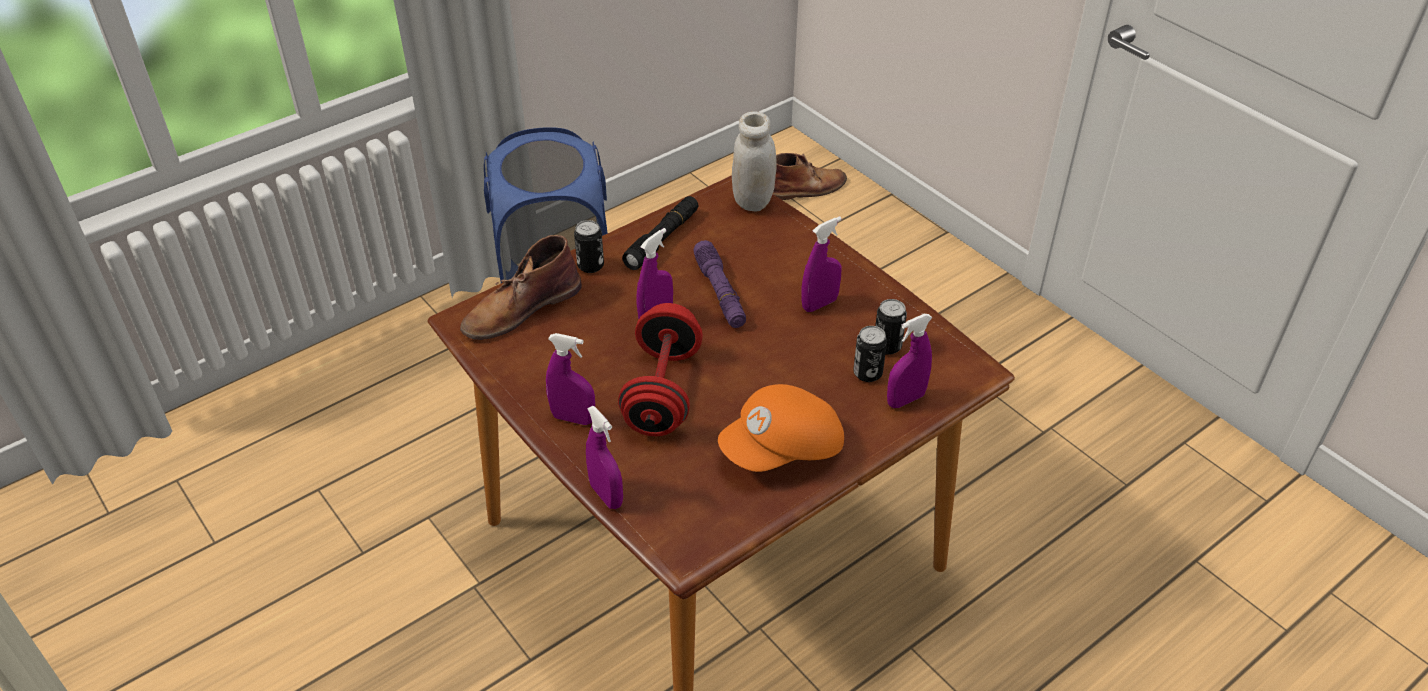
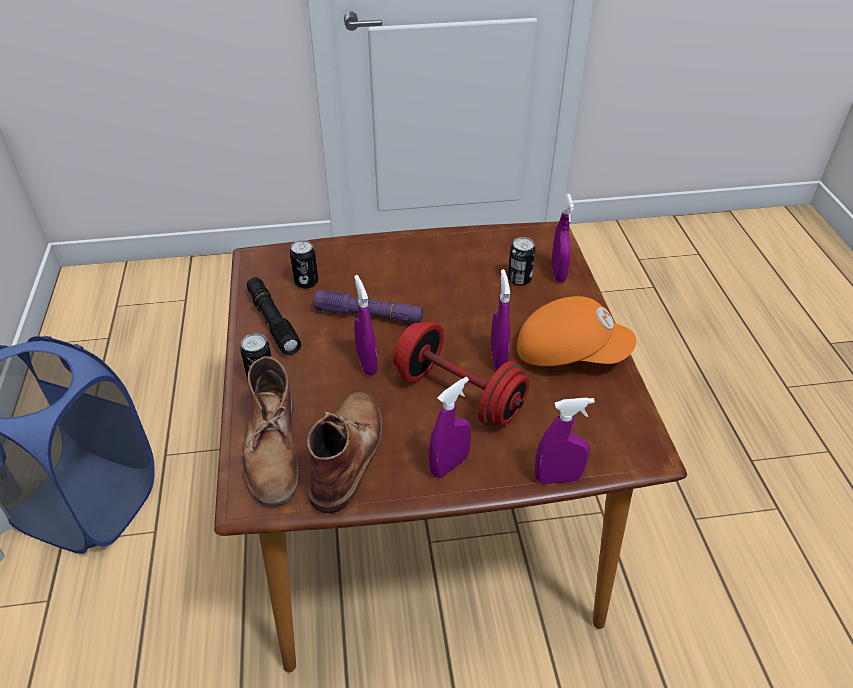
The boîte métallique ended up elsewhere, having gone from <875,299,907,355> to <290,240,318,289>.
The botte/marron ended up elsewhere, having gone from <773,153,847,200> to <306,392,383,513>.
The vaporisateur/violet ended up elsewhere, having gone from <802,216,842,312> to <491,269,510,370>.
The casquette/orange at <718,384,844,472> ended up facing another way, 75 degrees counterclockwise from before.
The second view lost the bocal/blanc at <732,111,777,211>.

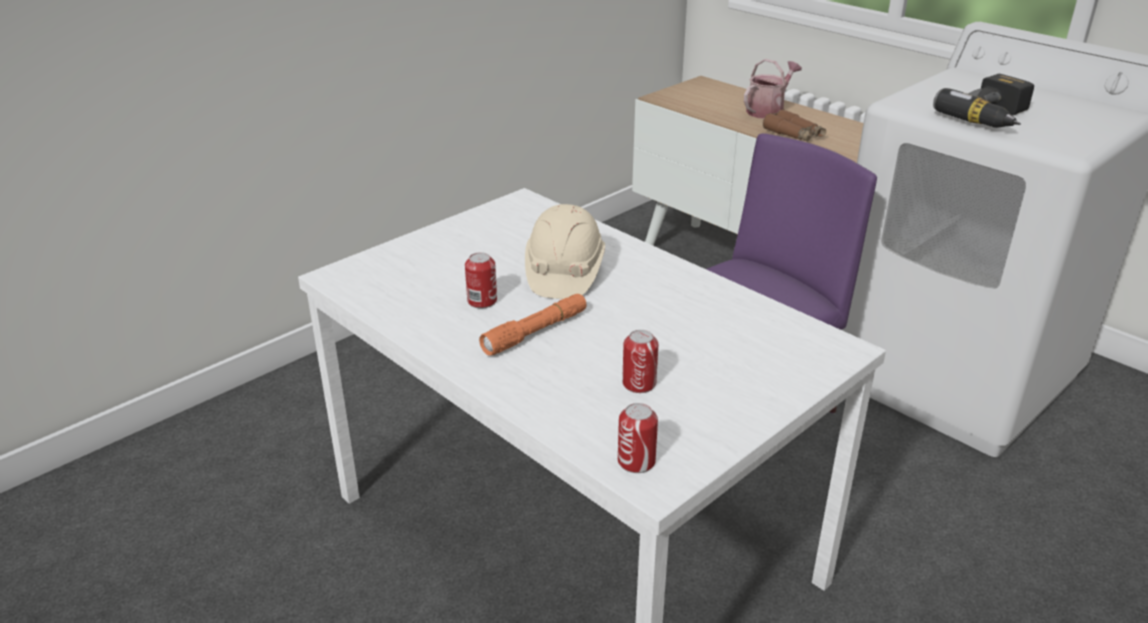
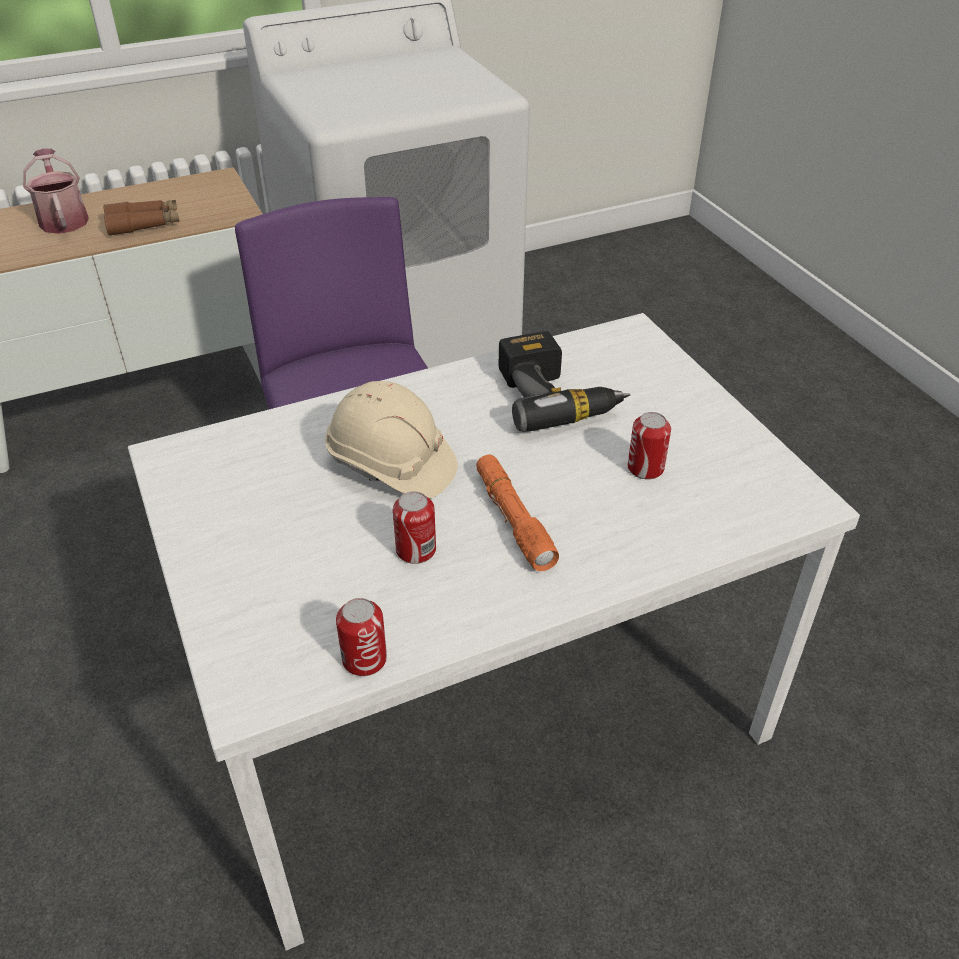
The boîte métallique ended up elsewhere, having gone from <618,403,658,473> to <336,598,387,676>.
The perceuse ended up elsewhere, having gone from <933,74,1034,128> to <499,332,630,432>.

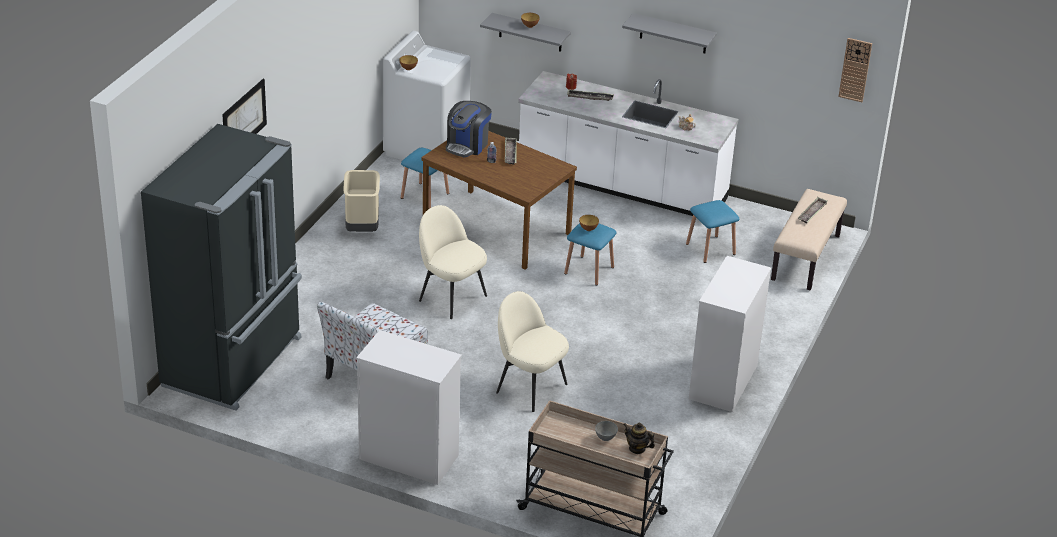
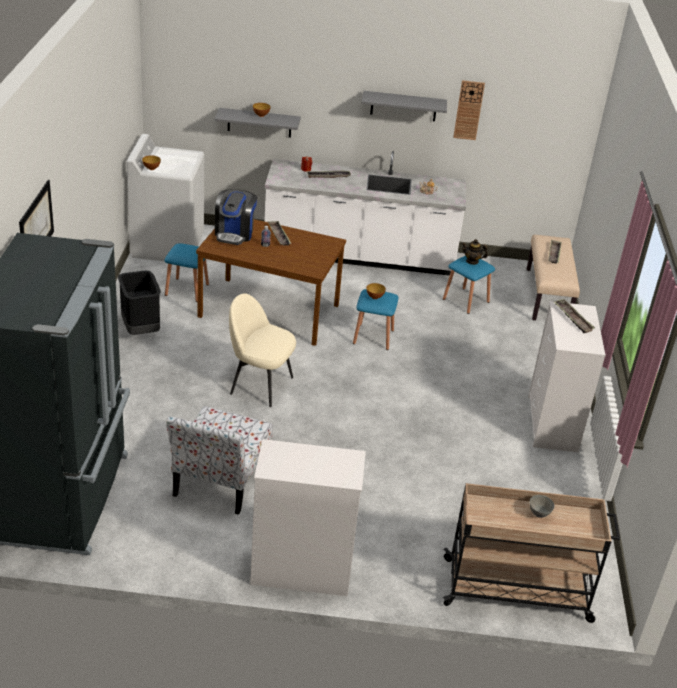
What was the poubelle/beige at <343,170,380,232> turned into the poubelle/noir at <118,270,161,335>.
The horloge murale ended up elsewhere, having gone from <838,38,872,102> to <453,80,485,140>.
The théière ended up elsewhere, having gone from <623,423,655,454> to <462,239,488,265>.
The second view gained the plateau at <554,299,595,333>.
The second view lost the chaise/beige at <496,291,569,412>.

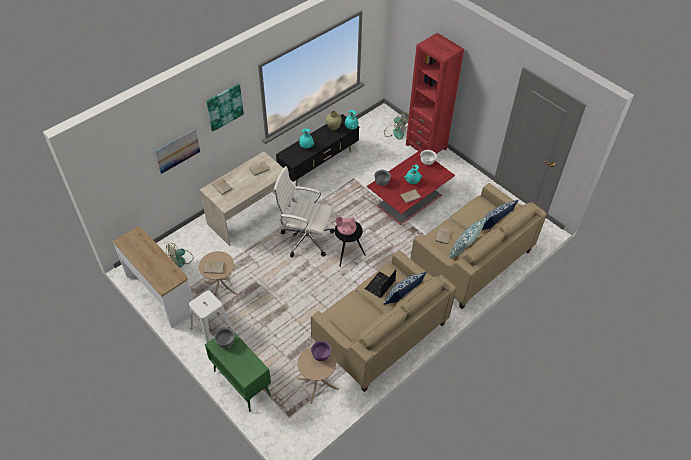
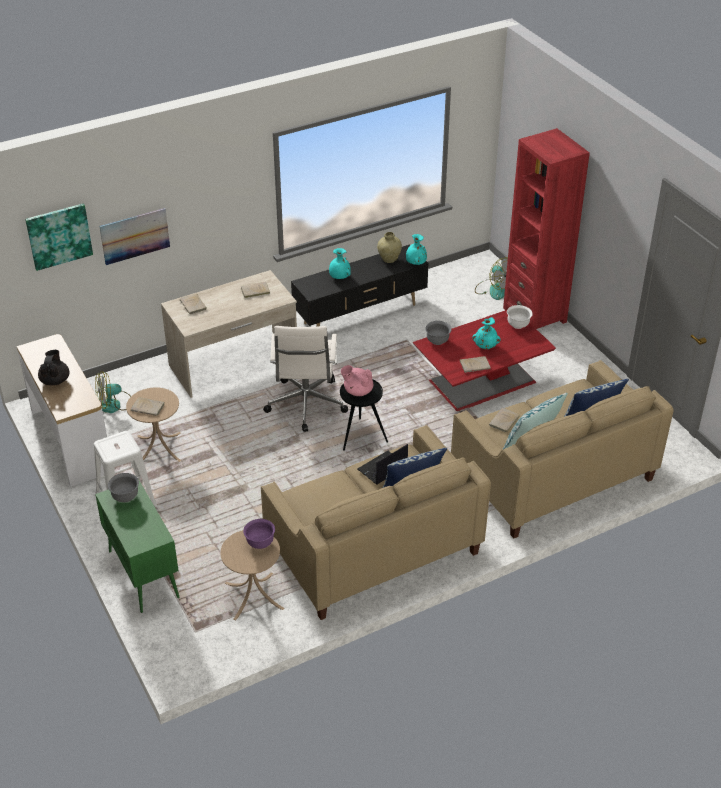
The tableau ended up elsewhere, having gone from <206,84,244,131> to <25,203,93,271>.
The second view gained the théière/noir at <38,350,69,386>.
The chaise de bureau/blanc at <274,166,335,257> ended up facing another way, 120 degrees counterclockwise from before.

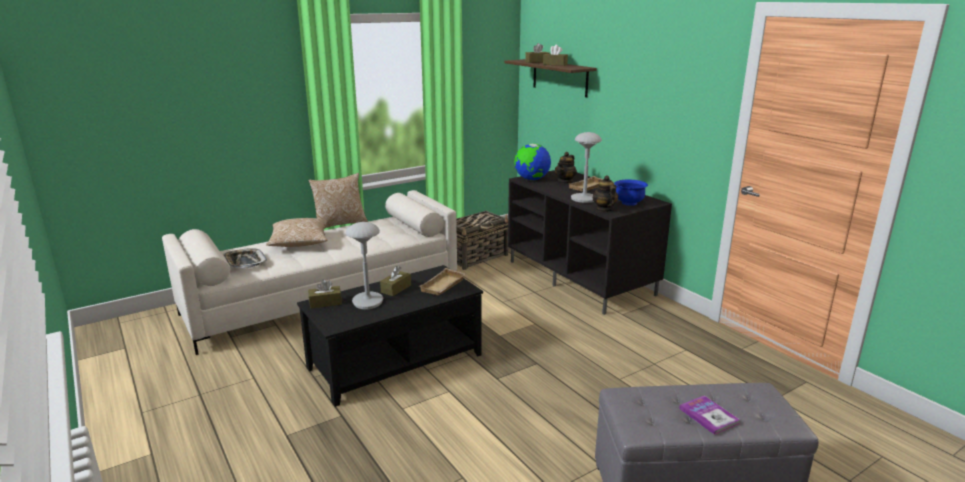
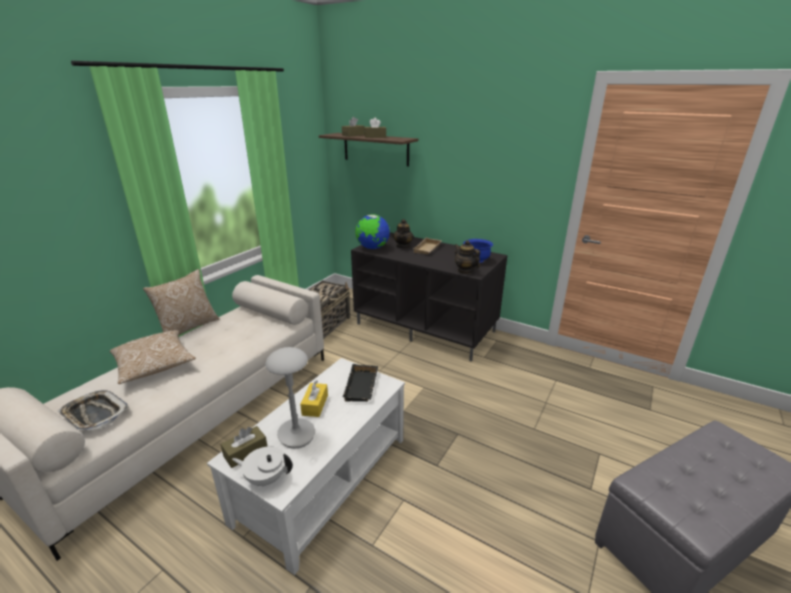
What was the table basse/noir at <297,265,483,407> turned into the table basse/blanc at <207,358,405,575>.
The second view gained the théière/blanc at <232,447,293,487>.
What was the boîte à mouchoirs/marron at <380,266,411,296> turned into the boîte à mouchoirs/jaune at <300,380,328,417>.
What was the plateau/beige at <419,268,466,295> turned into the plateau/noir at <343,364,378,402>.
The second view lost the lampe de table/gris at <571,132,602,203>.
The second view lost the livre at <679,395,740,435>.

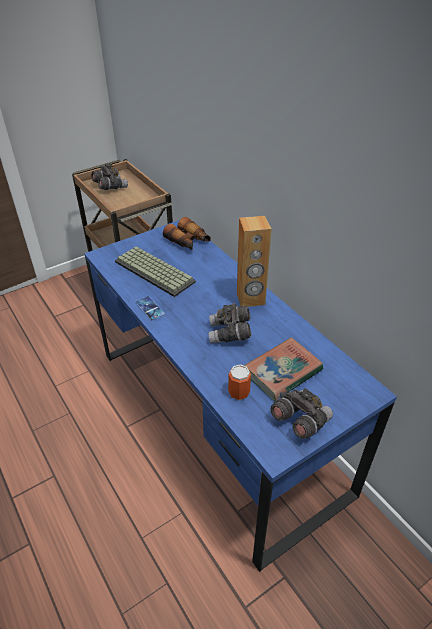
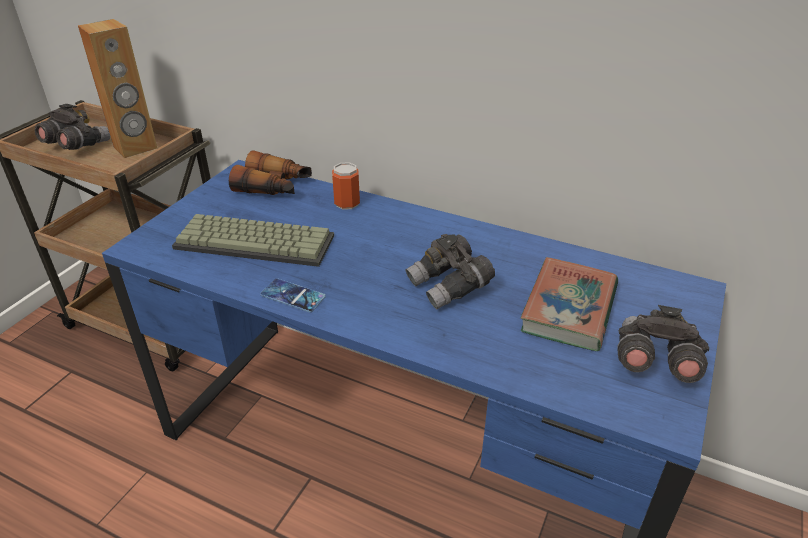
The enceinte/marron ended up elsewhere, having gone from <237,216,272,307> to <78,19,158,158>.
The boîte métallique ended up elsewhere, having gone from <228,364,251,400> to <332,162,360,210>.

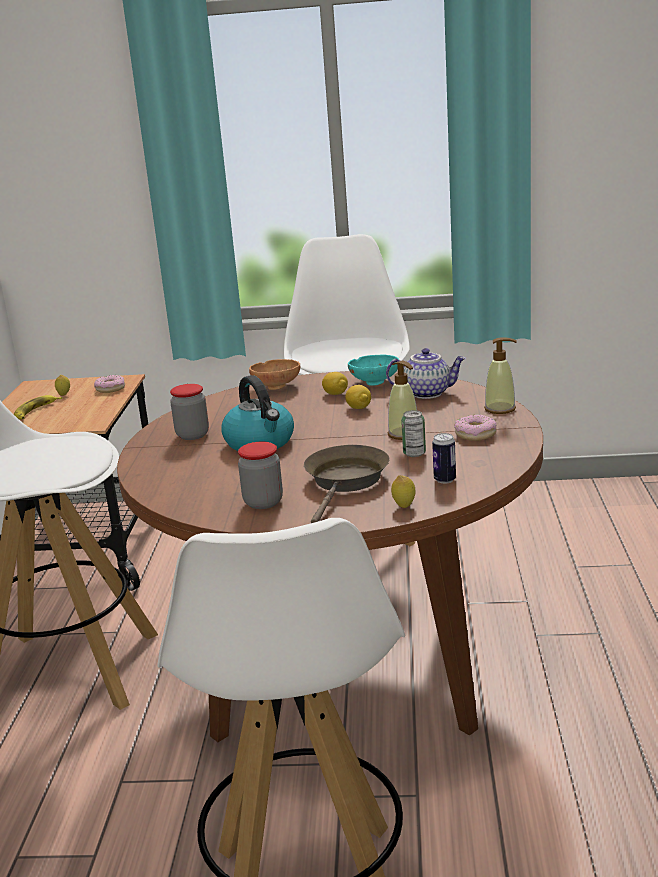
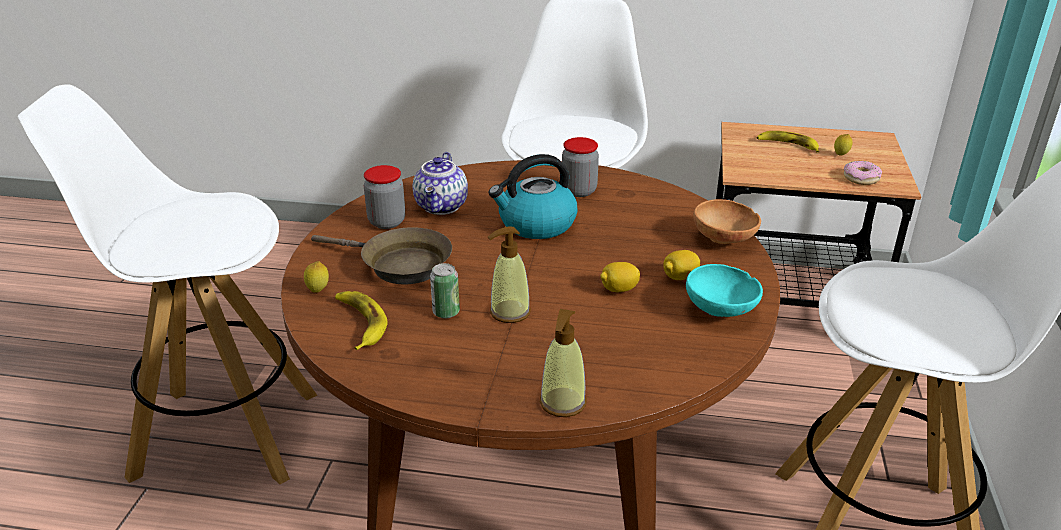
Where the boîte métallique stood at <432,433,456,484>, the banane came to stand at <335,291,387,350>.
The théière ended up elsewhere, having gone from <386,348,466,399> to <413,152,468,215>.
The second view lost the beignet at <454,414,497,441>.

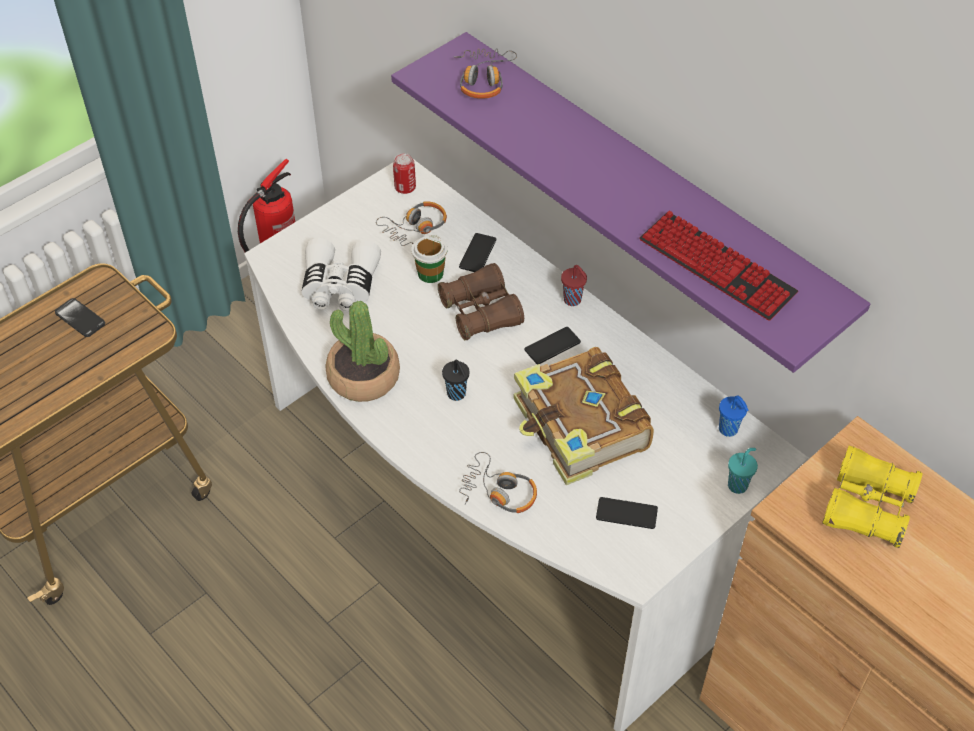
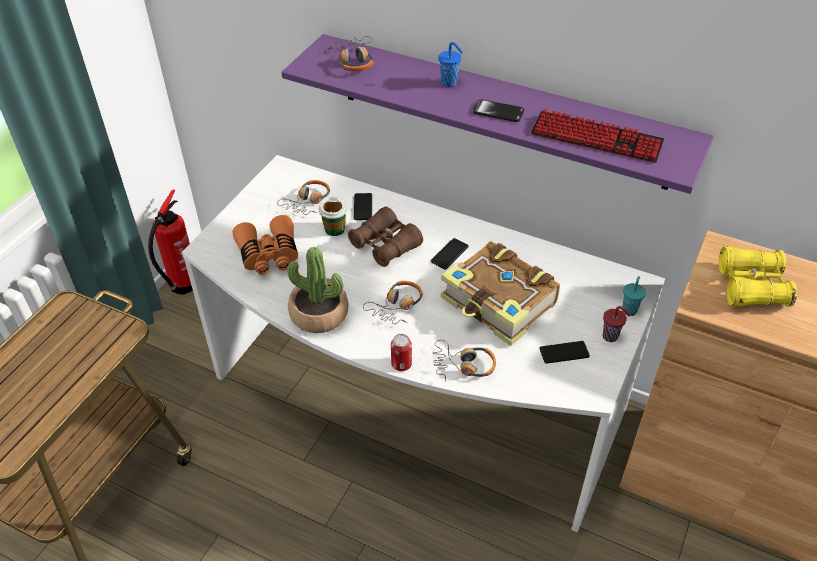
What was the jumelles/blanc at <302,238,381,311> turned into the jumelles/orange at <233,215,298,275>.
Where the tasse/noir stood at <442,360,470,401>, the casque audio came to stand at <363,281,423,324>.
The boîte métallique ended up elsewhere, having gone from <393,153,416,194> to <391,334,412,371>.
The tasse/bleu ended up elsewhere, having gone from <719,396,749,437> to <438,42,463,87>.
The téléphone ended up elsewhere, having gone from <55,298,105,337> to <473,99,524,122>.
The tasse/rouge ended up elsewhere, having gone from <561,265,587,306> to <603,306,630,342>.

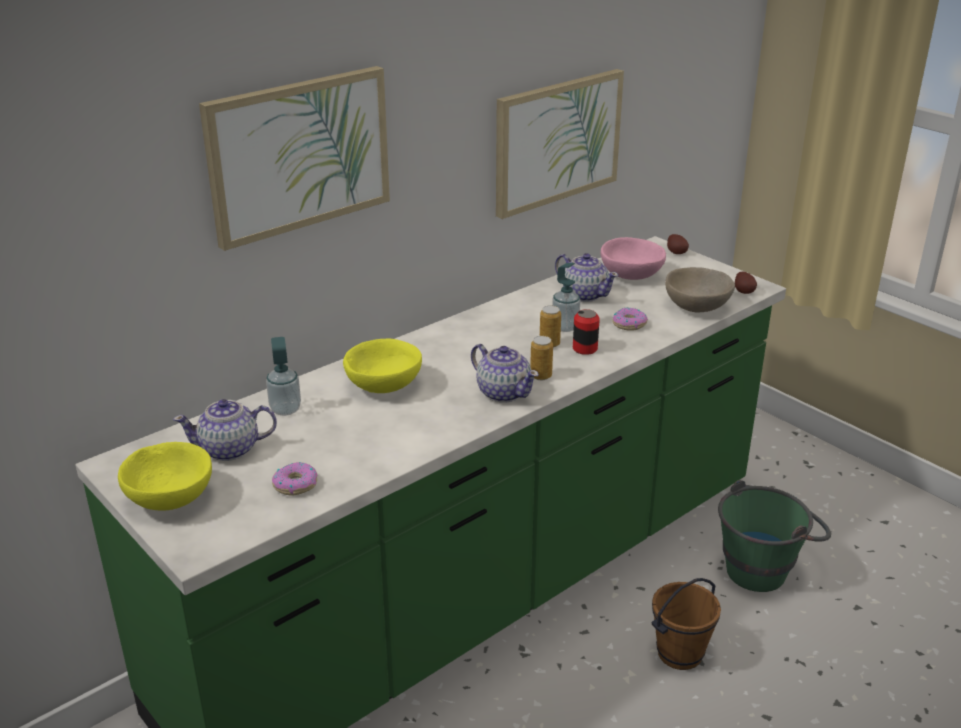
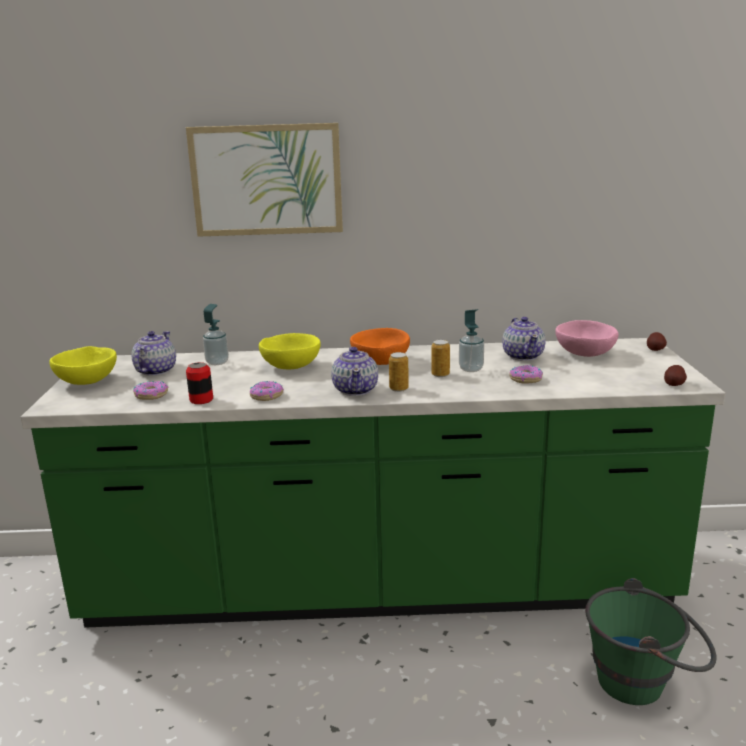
The théière at <173,399,277,461> ended up facing another way, 75 degrees clockwise from before.
The boîte métallique ended up elsewhere, having gone from <573,309,600,355> to <186,362,213,404>.
The second view gained the beignet at <250,381,284,401>.
The second view gained the bol/orange at <350,328,410,365>.
The second view lost the tableau at <496,69,624,219>.
The second view lost the seau/marron at <651,578,721,670>.
The second view lost the bol/beige at <665,267,735,312>.

